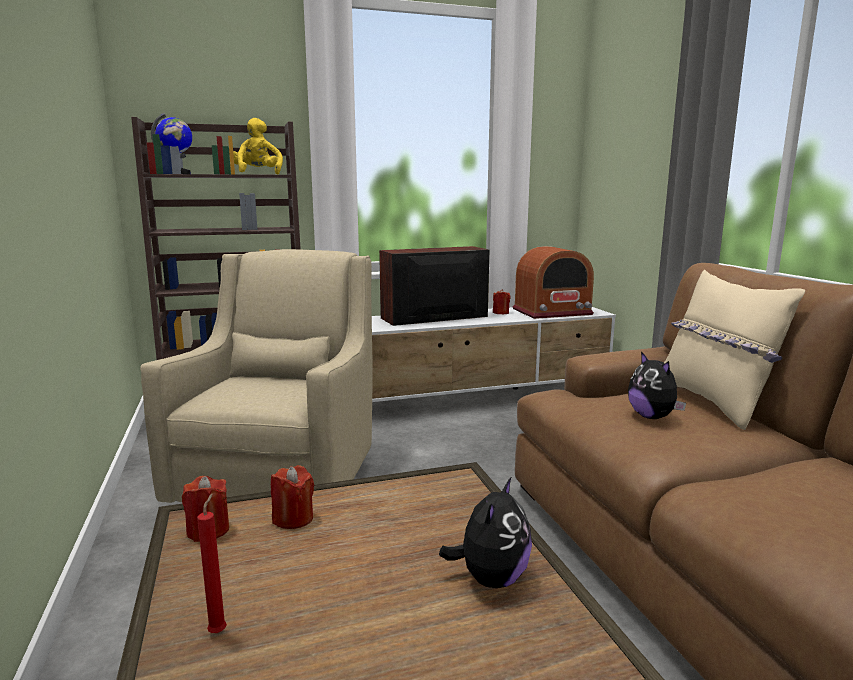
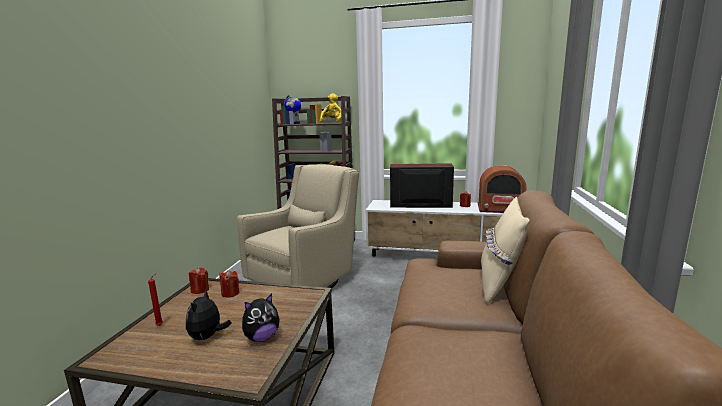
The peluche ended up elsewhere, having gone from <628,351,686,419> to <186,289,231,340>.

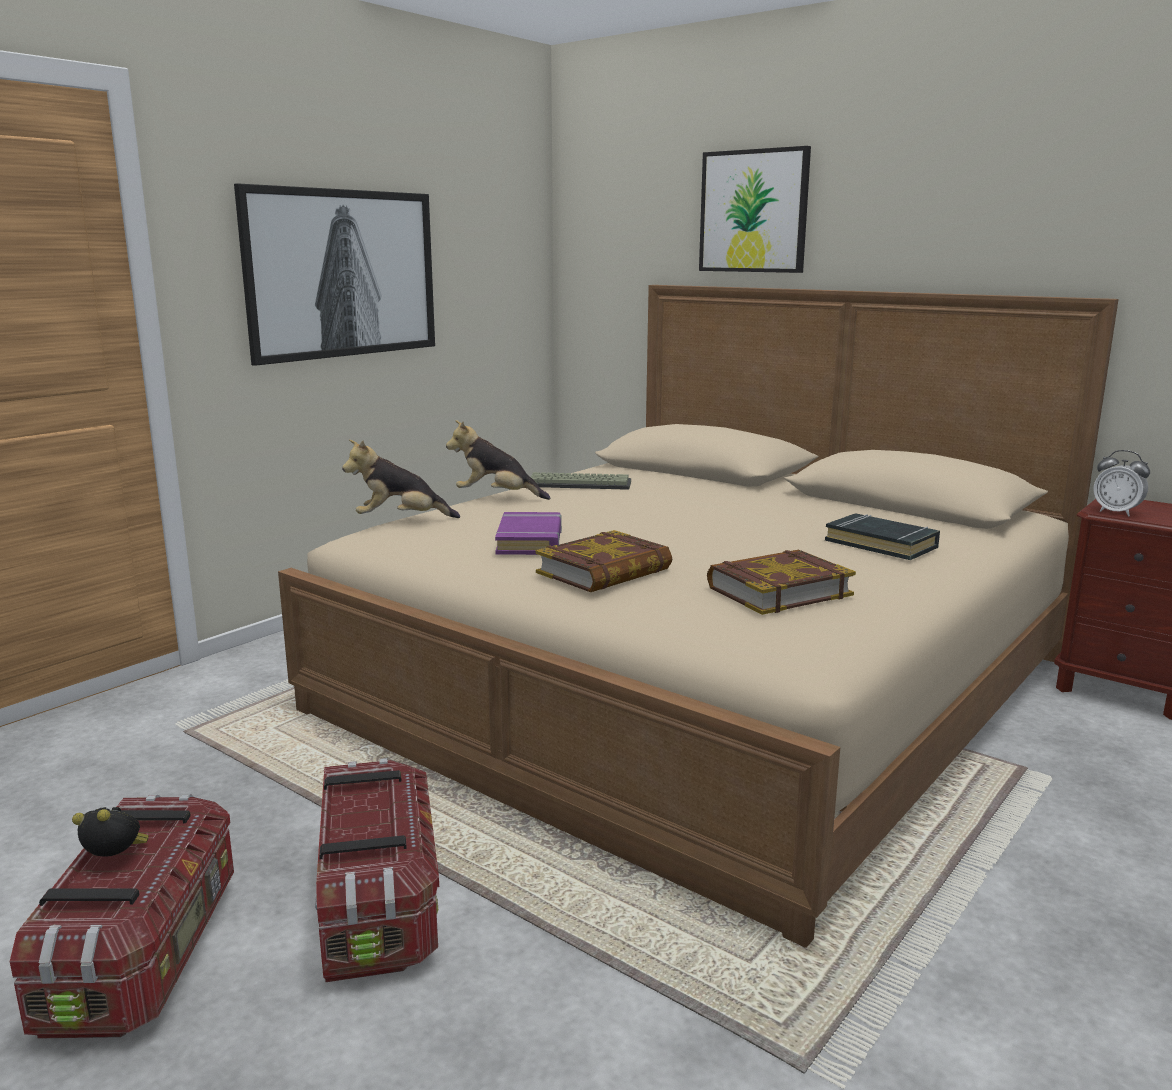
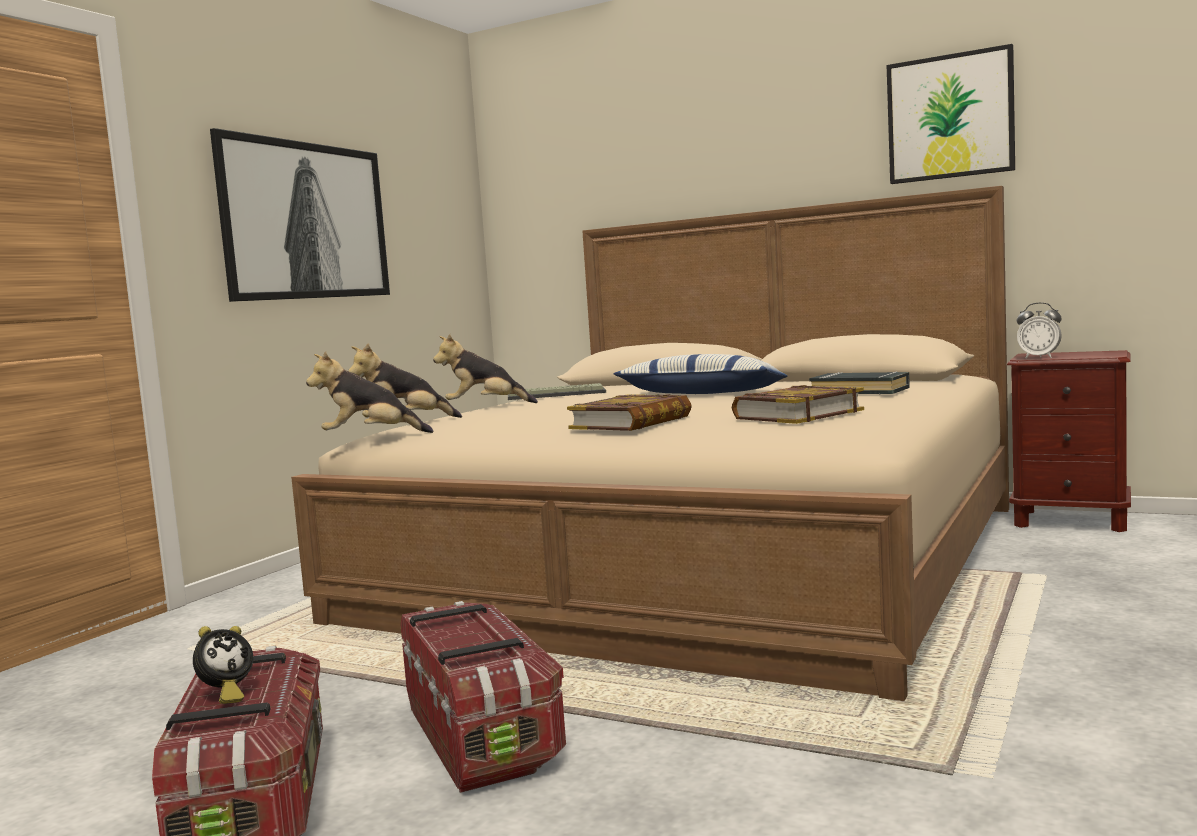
The réveil at <72,807,149,857> ended up facing another way, 135 degrees clockwise from before.
The second view gained the peluche at <306,351,434,433>.
The second view gained the coussin at <614,354,787,394>.
The tableau ended up elsewhere, having gone from <699,146,811,273> to <887,44,1015,184>.
The second view lost the livre/violet at <495,512,562,555>.

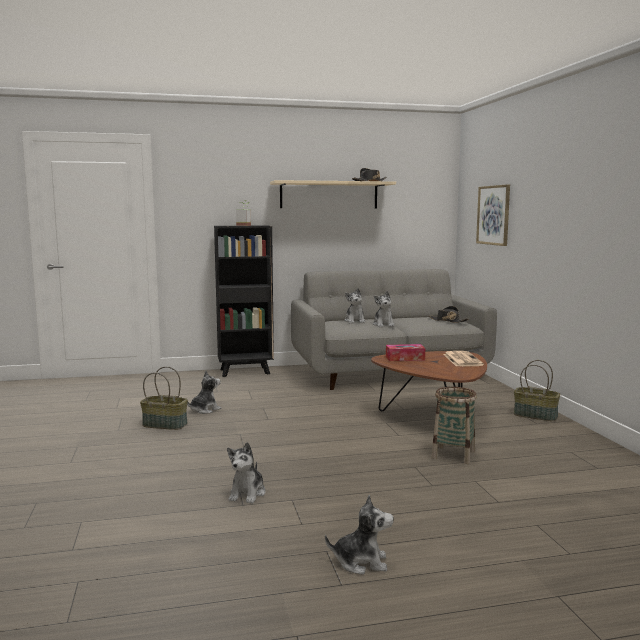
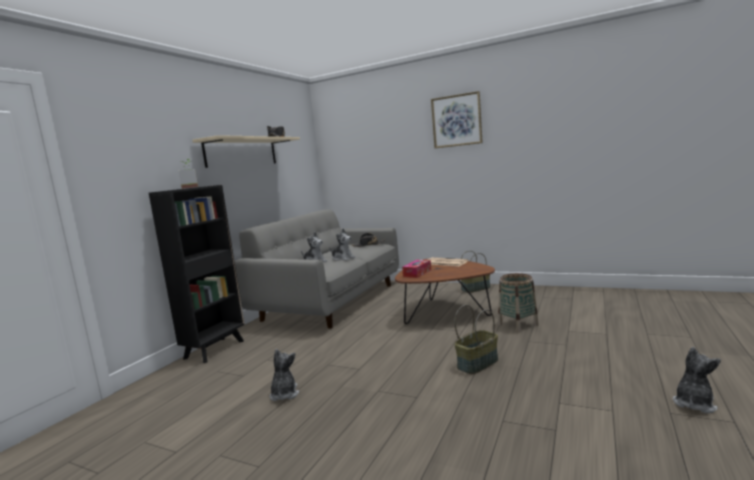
The tableau ended up elsewhere, having gone from <476,184,510,246> to <431,91,483,148>.
The panier ended up elsewhere, having gone from <140,366,188,430> to <454,305,498,374>.
The second view lost the peluche at <227,442,266,504>.

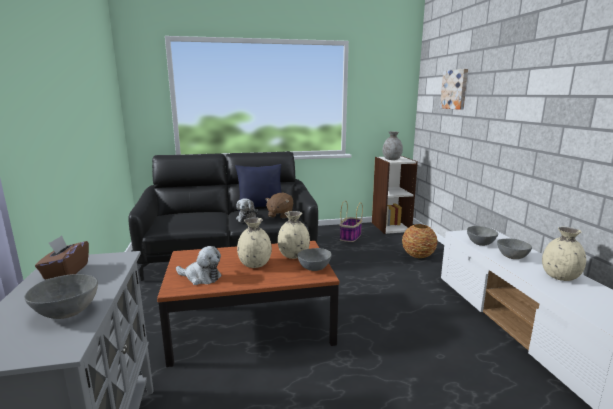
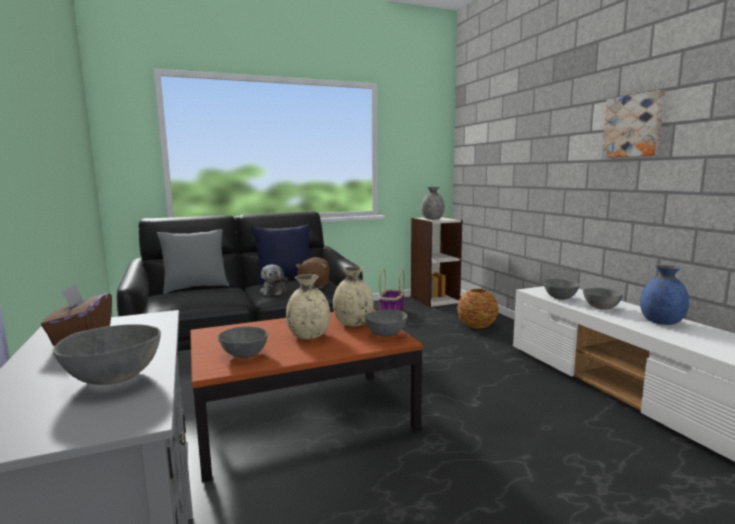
The second view gained the coussin/gris at <157,229,229,294>.
Where the peluche stood at <176,246,222,285>, the bol/gris came to stand at <218,326,268,358>.
The tableau ended up elsewhere, having gone from <440,69,468,110> to <602,90,665,158>.
What was the vase/beige at <542,227,586,281> turned into the vase/bleu at <640,265,689,325>.

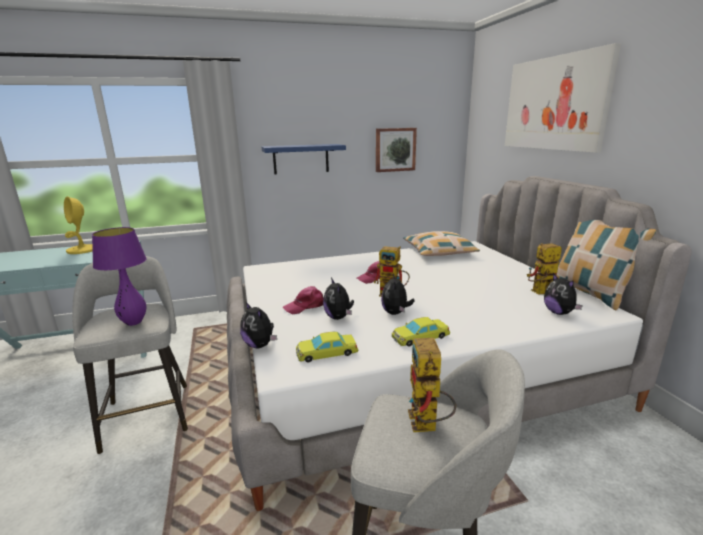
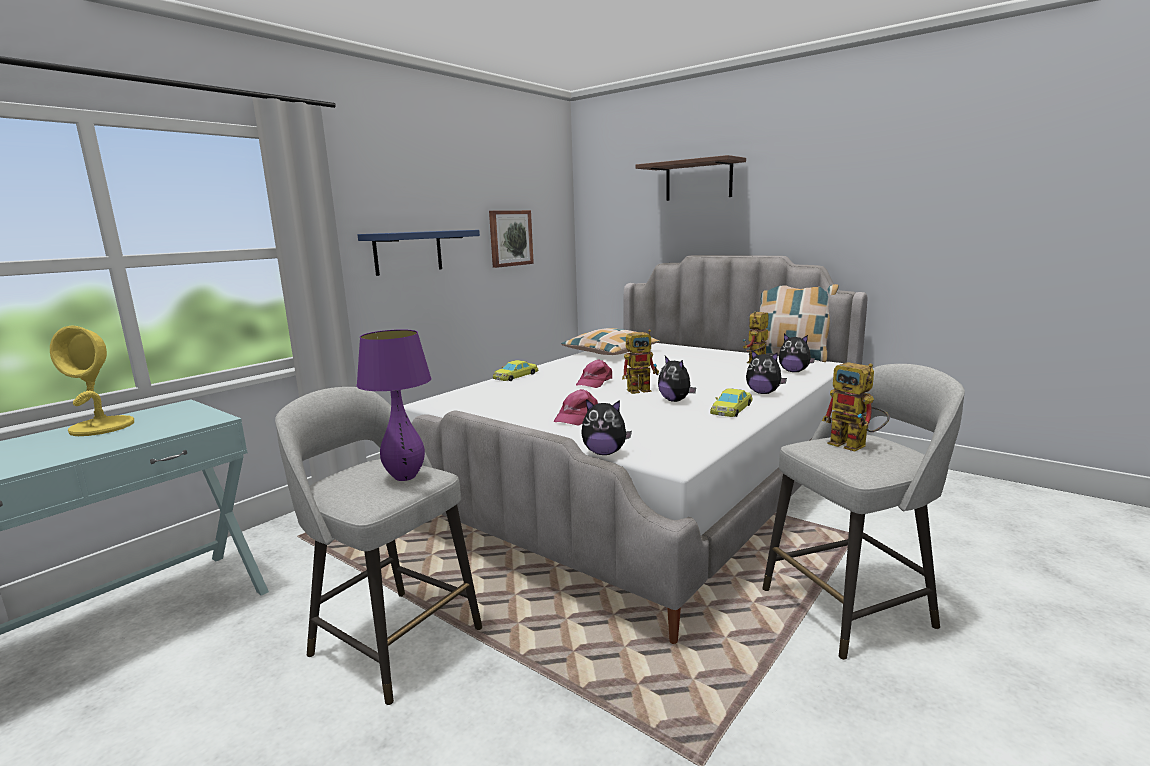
The petite voiture/jaune ended up elsewhere, having gone from <296,332,358,362> to <493,360,538,381>.
Where the tableau hung at <505,43,621,153>, the étagère/marron came to hang at <635,155,746,201>.
The peluche ended up elsewhere, having gone from <323,278,354,320> to <746,351,787,394>.

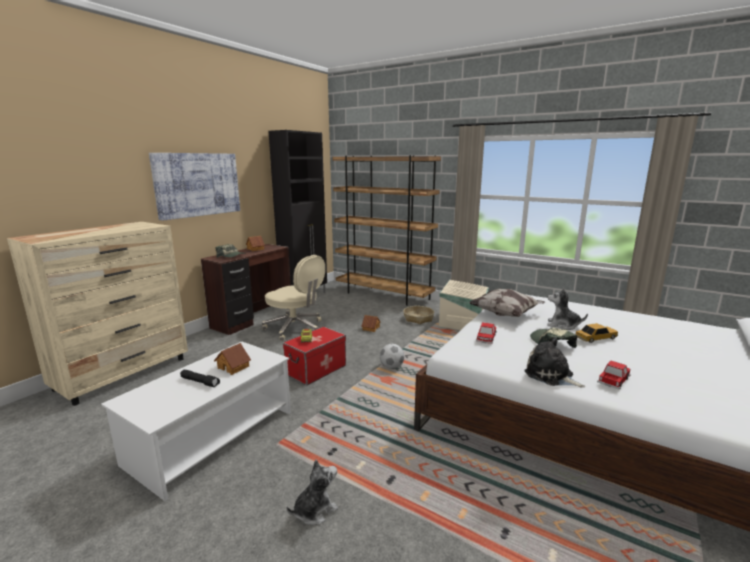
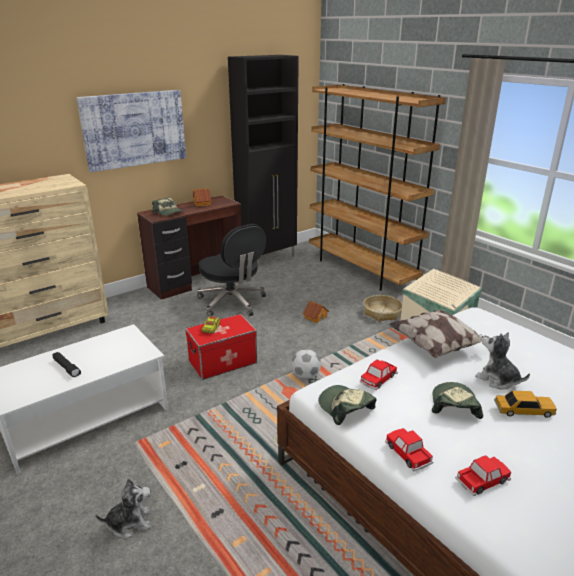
What was the chaise de bureau/beige at <262,255,325,341> turned into the chaise de bureau/noir at <197,224,266,317>.
The second view gained the casquette at <318,385,376,425>.
Where the peluche stood at <524,337,585,388>, the petite voiture came to stand at <385,428,434,472>.
The second view lost the maison miniature at <214,343,251,375>.

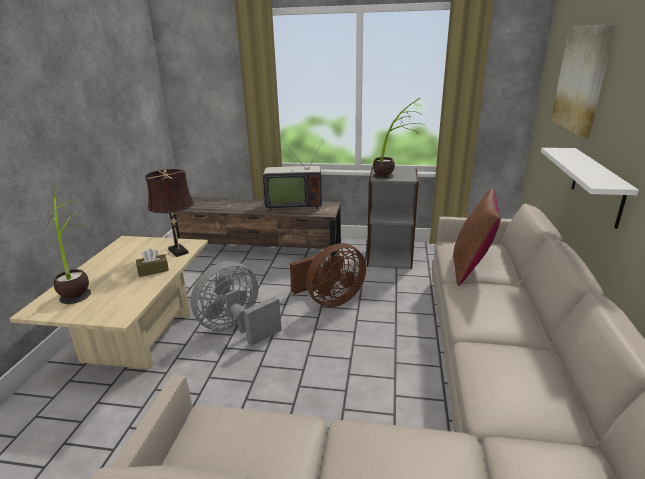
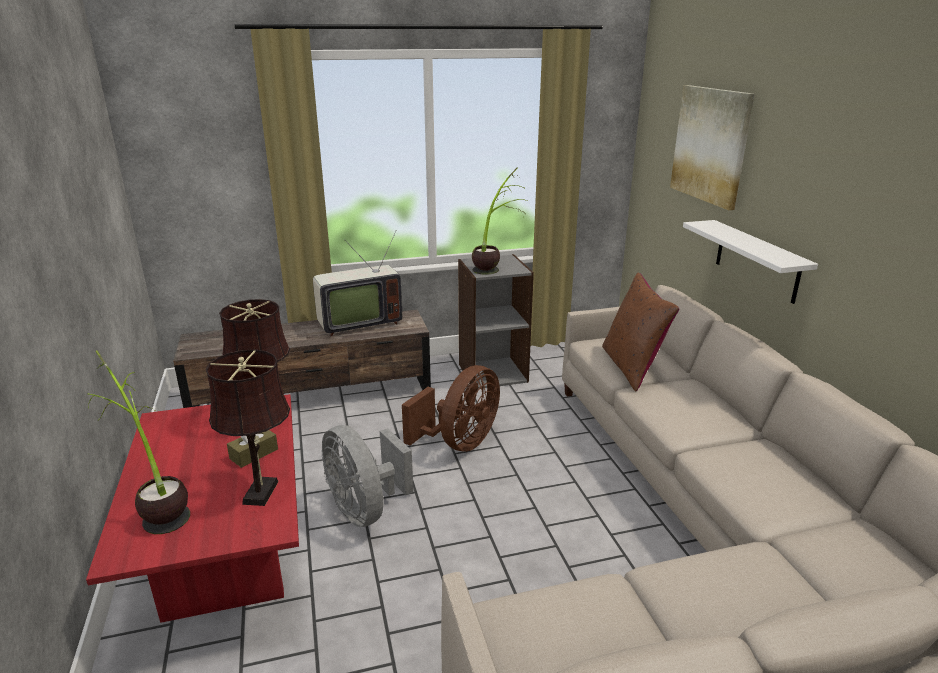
What was the table basse/beige at <9,236,208,369> turned into the table basse/rouge at <86,394,299,623>.
The second view gained the lampe de table/marron at <206,350,290,506>.
The ventilateur/gris at <191,261,282,346> ended up facing another way, 60 degrees counterclockwise from before.

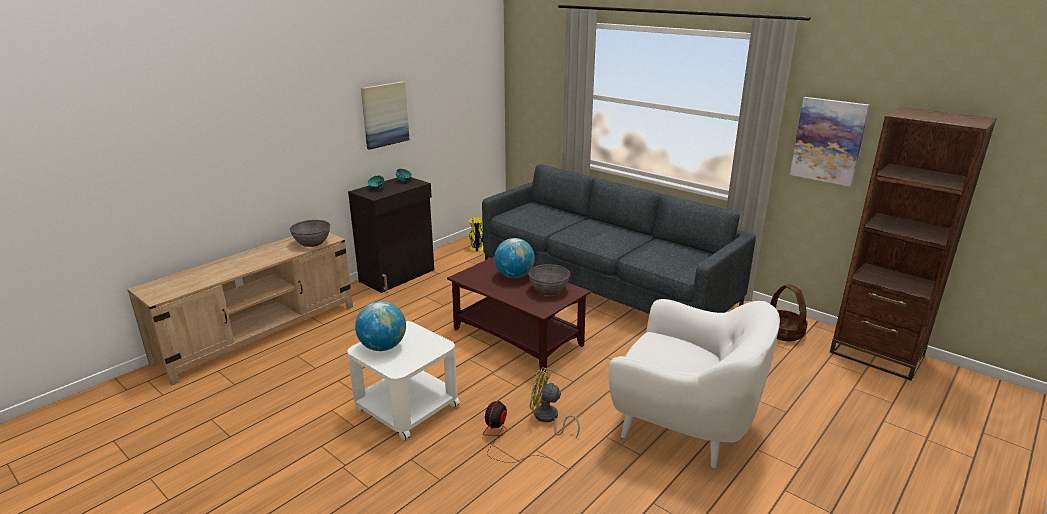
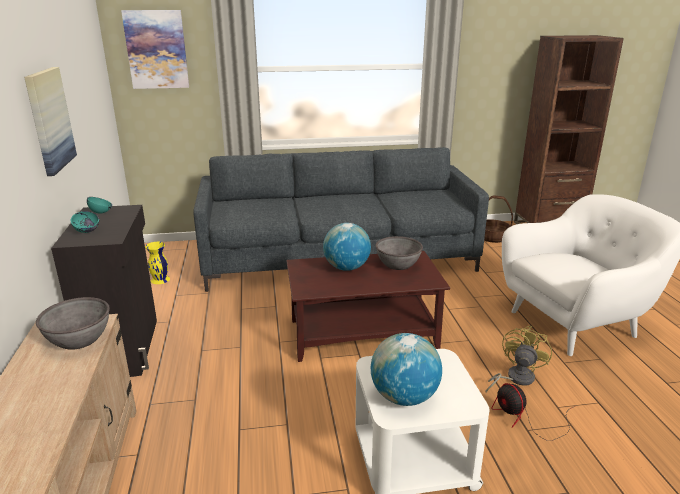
The tableau ended up elsewhere, having gone from <790,97,870,187> to <121,10,189,89>.
The ventilateur/jaune at <530,367,580,438> ended up facing another way, 150 degrees clockwise from before.

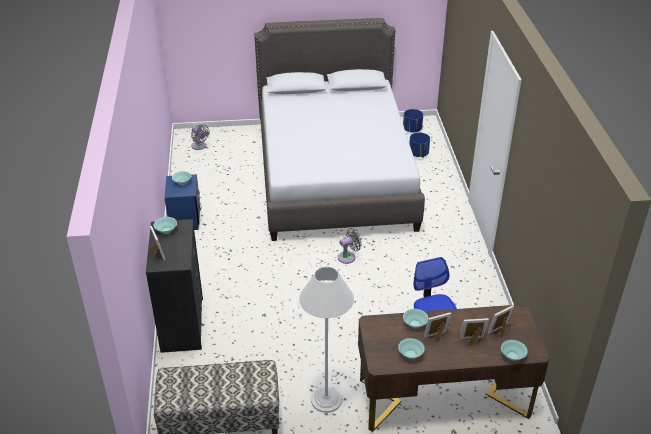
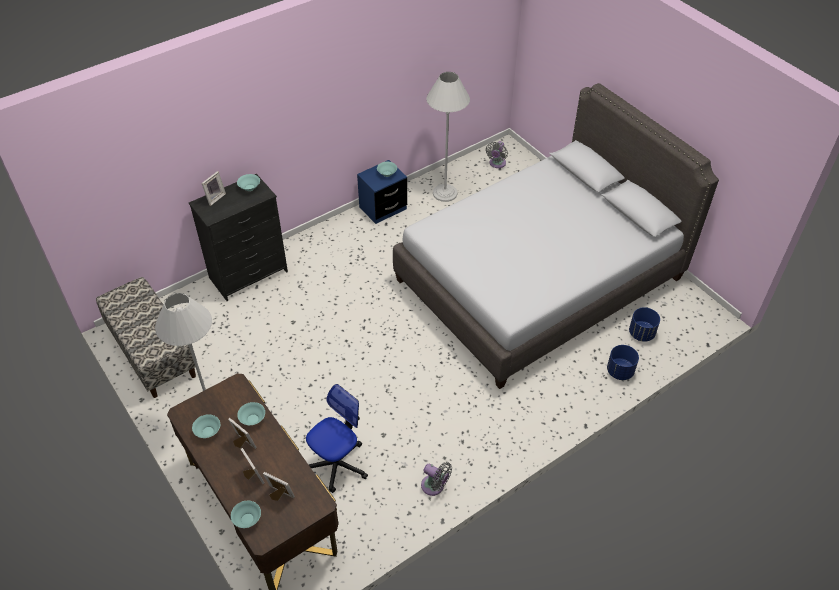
The ventilateur/gris ended up elsewhere, having gone from <338,228,362,264> to <421,462,452,496>.
The second view gained the lampadaire/blanc at <426,72,470,202>.
The cache-pot/bleu ended up elsewhere, having gone from <403,109,423,133> to <607,345,639,380>.

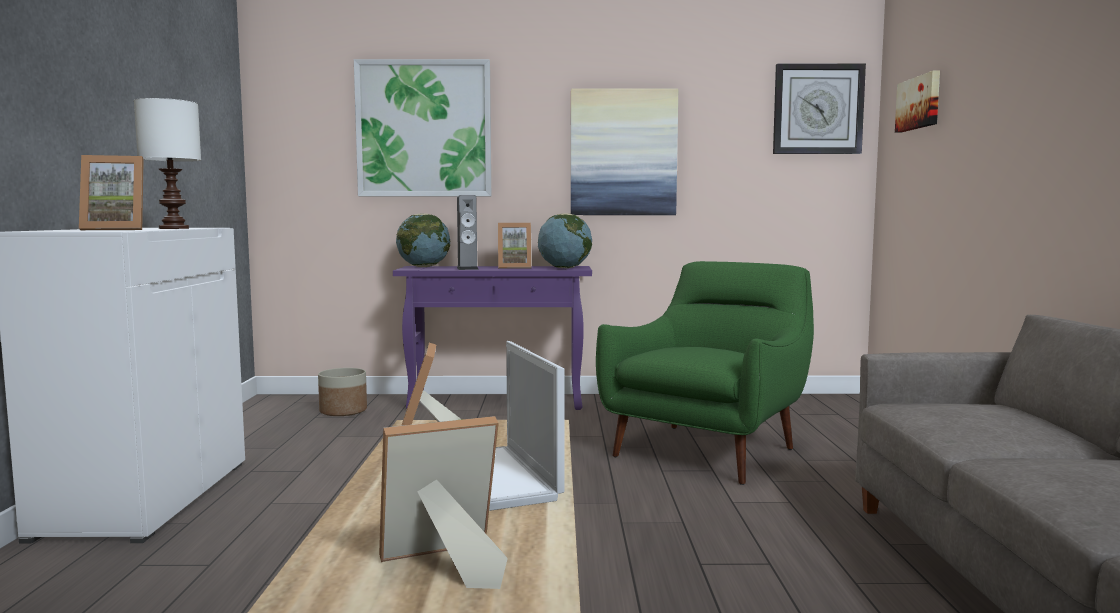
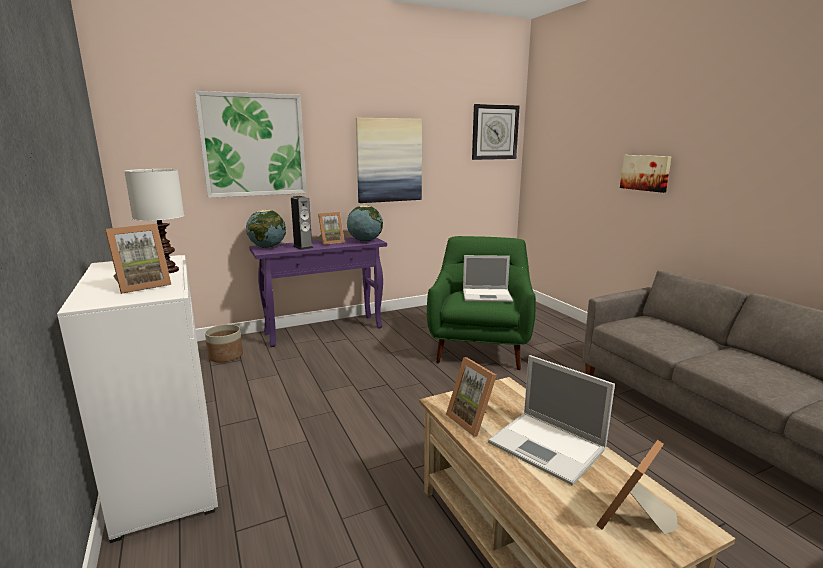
The second view gained the ordinateur portable at <463,255,513,302>.
The tableau ended up elsewhere, having gone from <895,71,940,133> to <620,155,672,193>.

